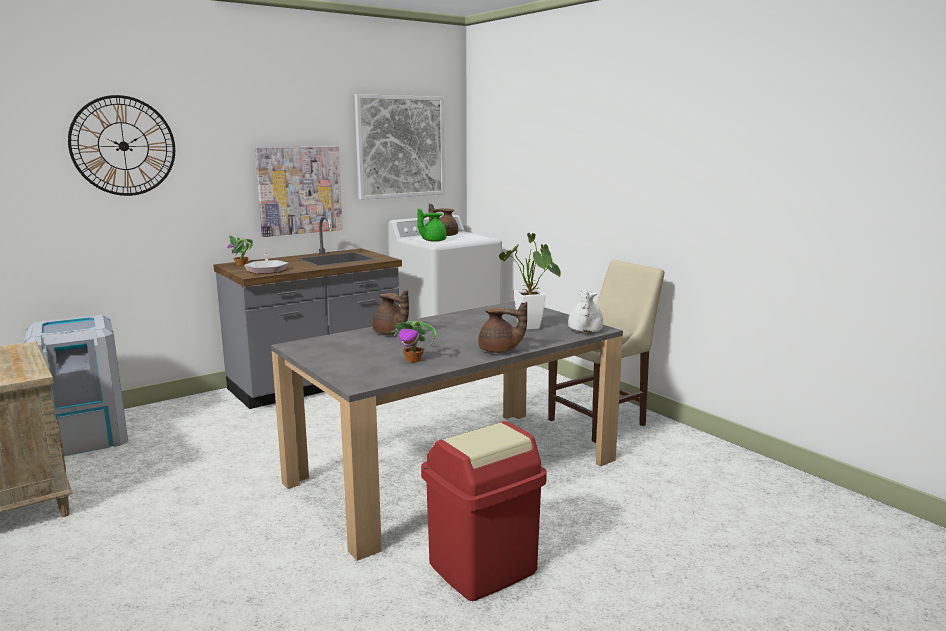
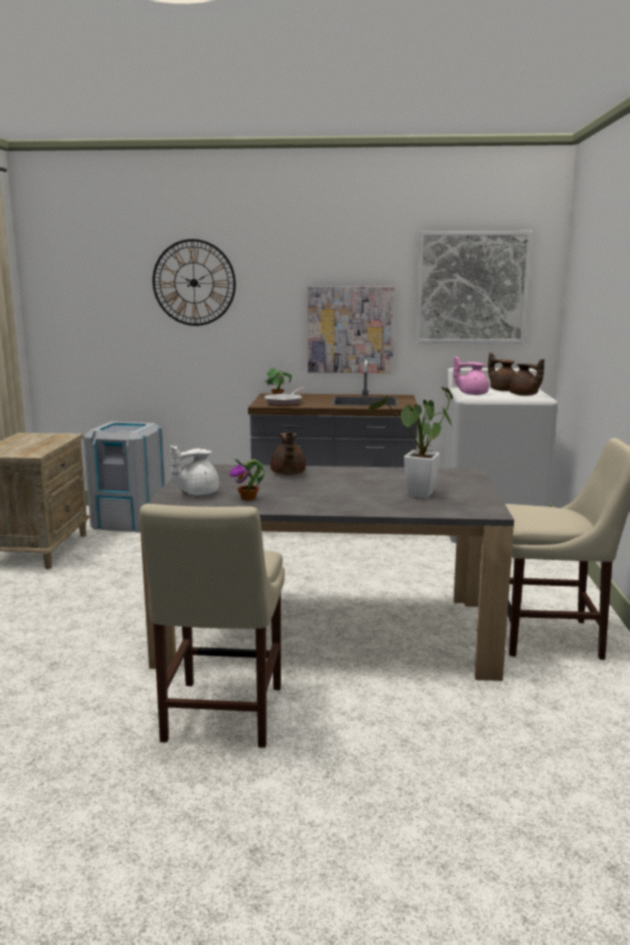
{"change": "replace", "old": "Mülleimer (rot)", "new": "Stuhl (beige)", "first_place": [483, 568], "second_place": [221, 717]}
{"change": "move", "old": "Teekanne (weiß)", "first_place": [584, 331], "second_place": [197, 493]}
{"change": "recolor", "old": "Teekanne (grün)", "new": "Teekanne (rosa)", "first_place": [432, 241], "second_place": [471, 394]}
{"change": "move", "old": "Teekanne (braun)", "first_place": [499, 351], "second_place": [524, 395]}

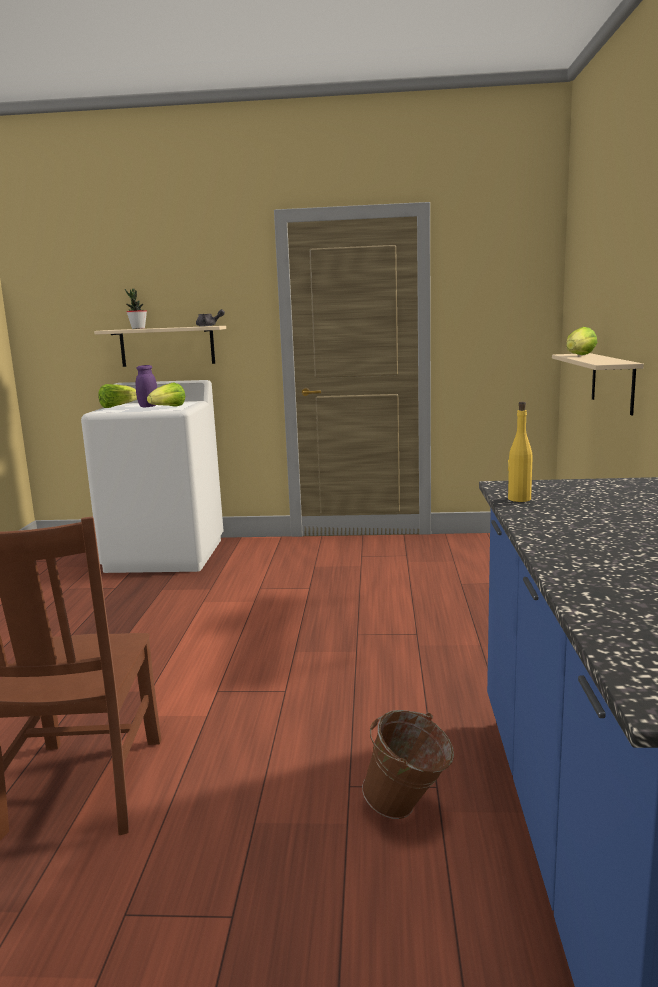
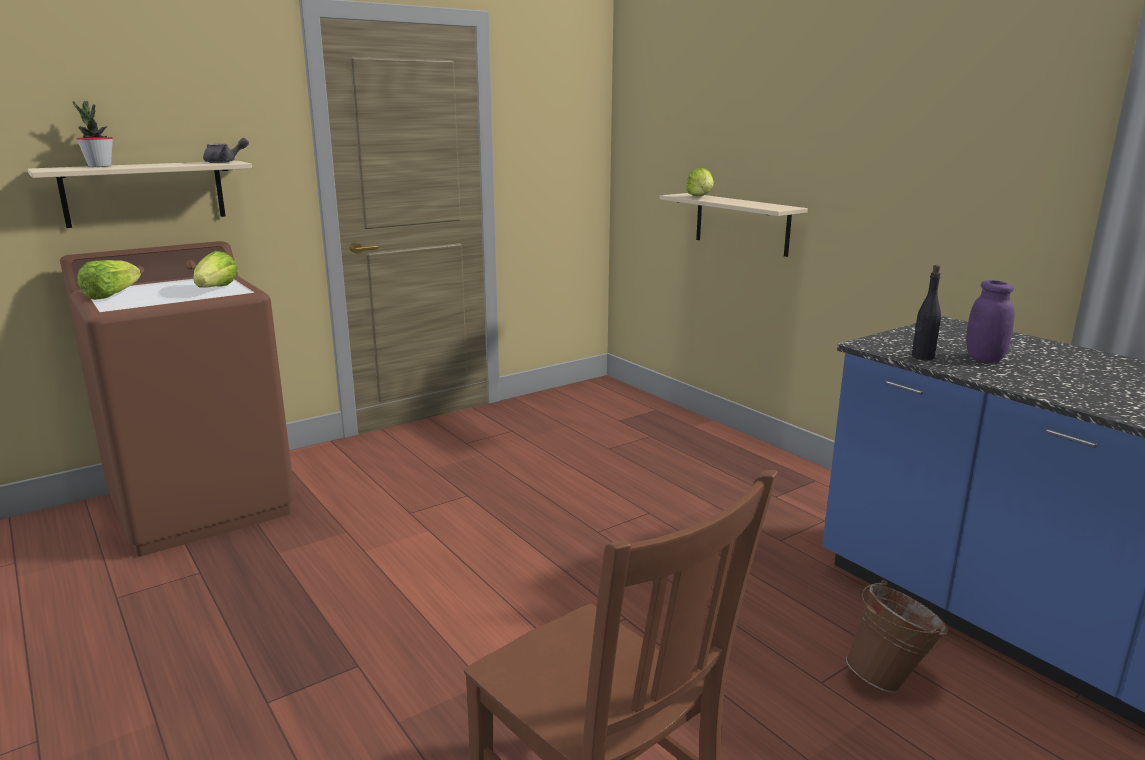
{"change": "recolor", "old": "Waschmaschine (weiß)", "new": "Waschmaschine (braun)", "first_place": [166, 555], "second_place": [203, 504]}
{"change": "recolor", "old": "Flasche (gelb)", "new": "Flasche (schwarz)", "first_place": [519, 499], "second_place": [922, 357]}
{"change": "move", "old": "Vorratsglas (lila)", "first_place": [148, 406], "second_place": [984, 358]}

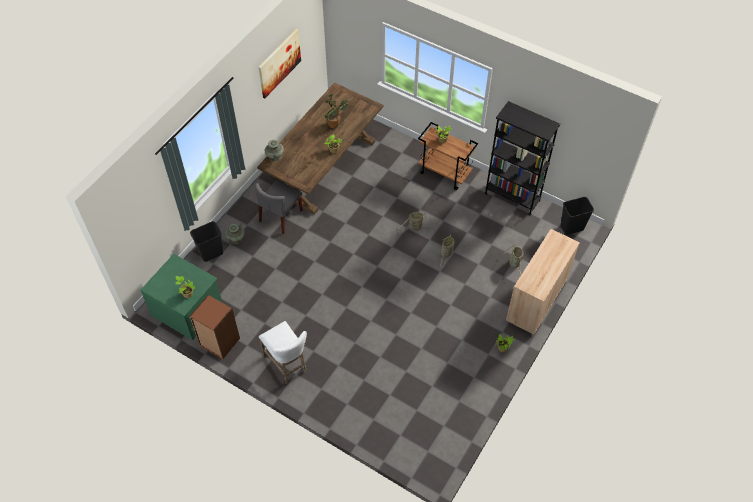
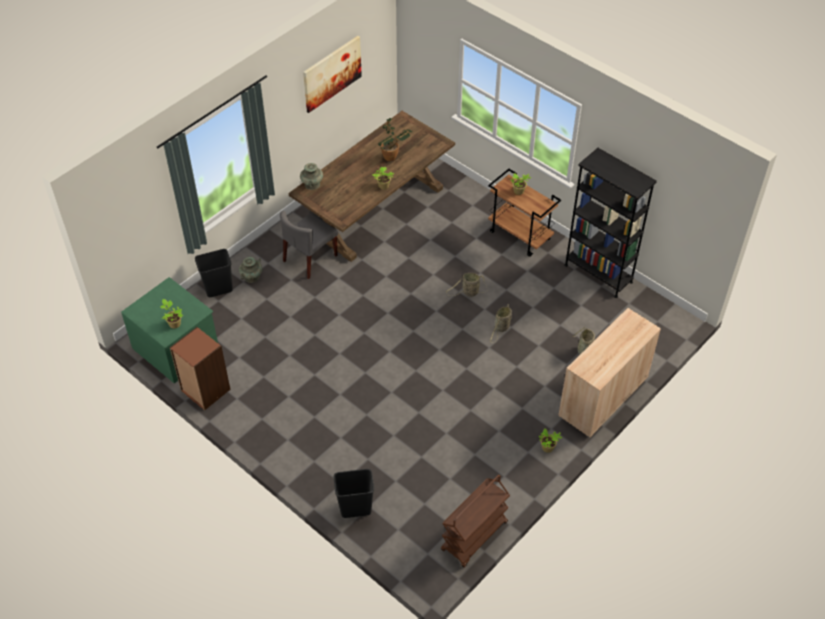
{"change": "move", "old": "Mülleimer (schwarz)", "first_place": [571, 228], "second_place": [355, 509]}
{"change": "insert", "new": "Rollwagen (braun)", "second_place": [474, 537]}
{"change": "delete", "old": "Hocker (weiß)", "first_place": [287, 365]}

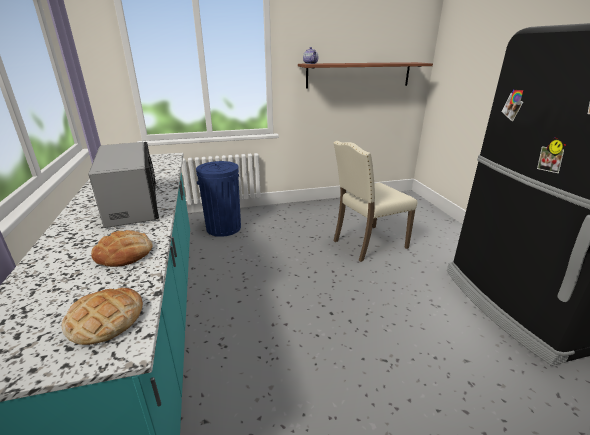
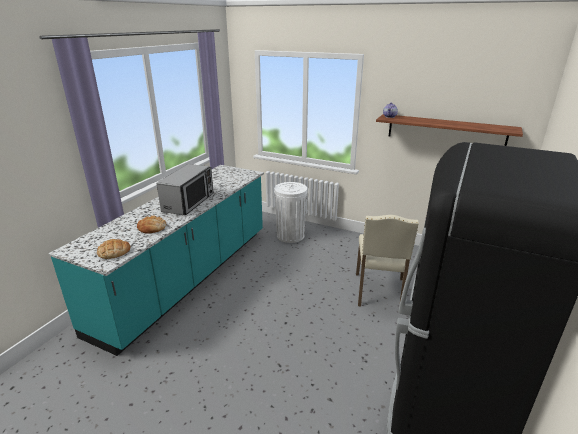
{"change": "recolor", "old": "Mülleimer (blau)", "new": "Mülleimer (weiß)", "first_place": [223, 228], "second_place": [290, 235]}
{"change": "rotate", "old": "Stuhl (beige)", "first_place": [367, 244], "second_place": [379, 292], "degrees": -90}

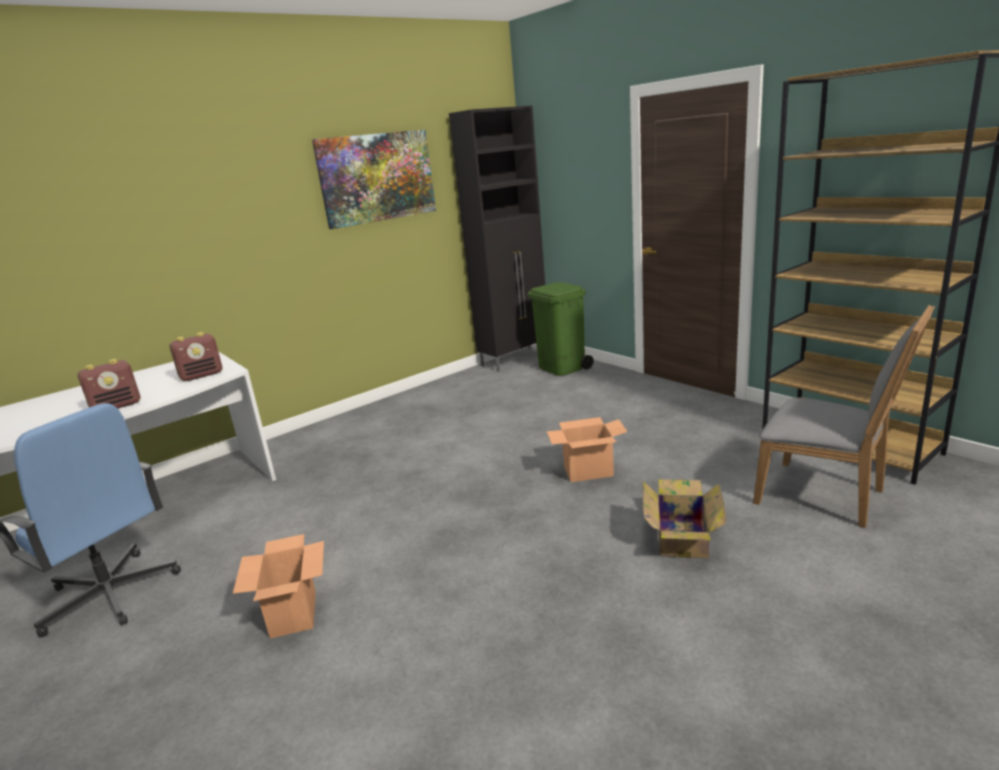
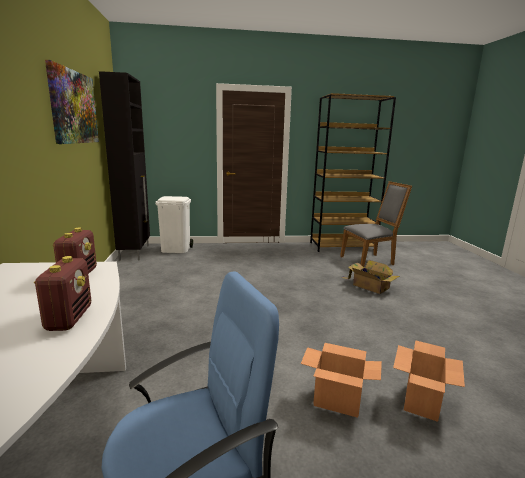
{"change": "recolor", "old": "Mülleimer (grün)", "new": "Mülleimer (weiß)", "first_place": [562, 368], "second_place": [176, 250]}
{"change": "move", "old": "Karton", "first_place": [588, 472], "second_place": [421, 402]}

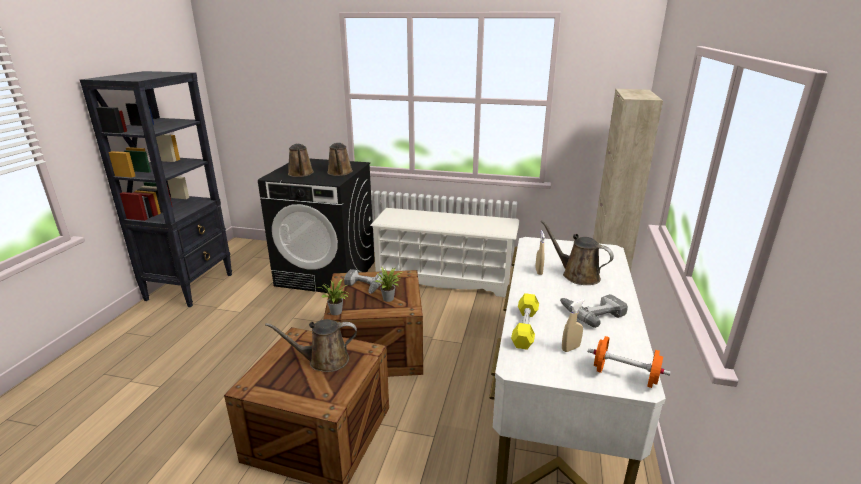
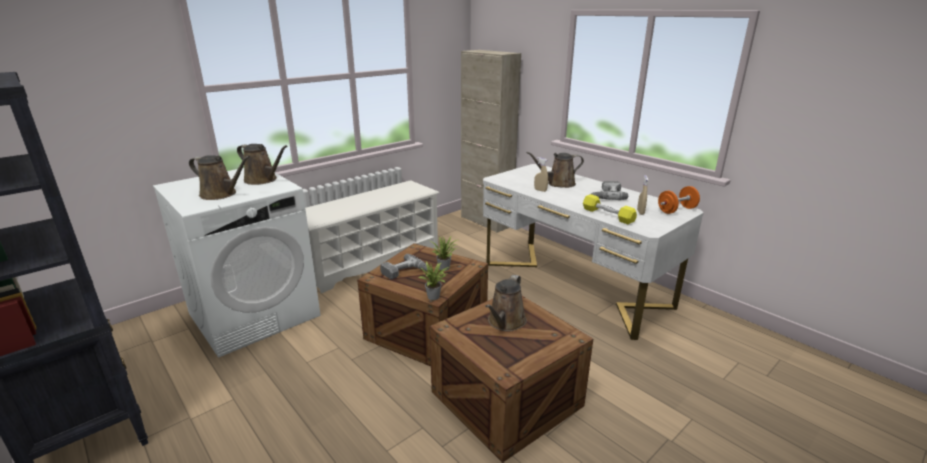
{"change": "recolor", "old": "Waschmaschine (schwarz)", "new": "Waschmaschine (weiß)", "first_place": [327, 273], "second_place": [255, 314]}

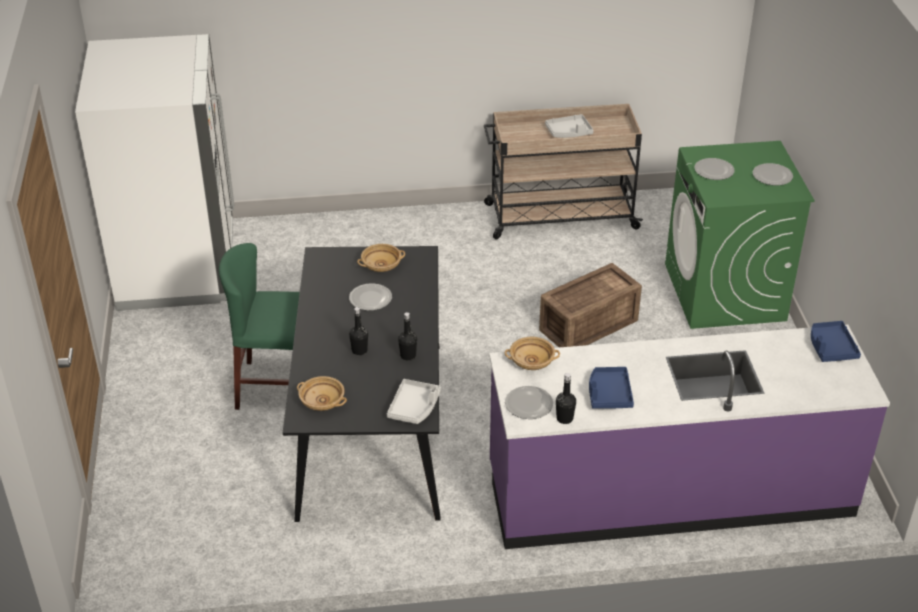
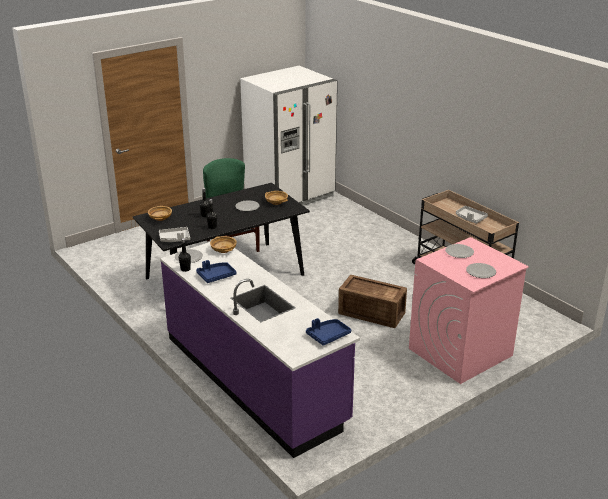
{"change": "recolor", "old": "Waschmaschine (grün)", "new": "Waschmaschine (rosa)", "first_place": [725, 293], "second_place": [460, 352]}

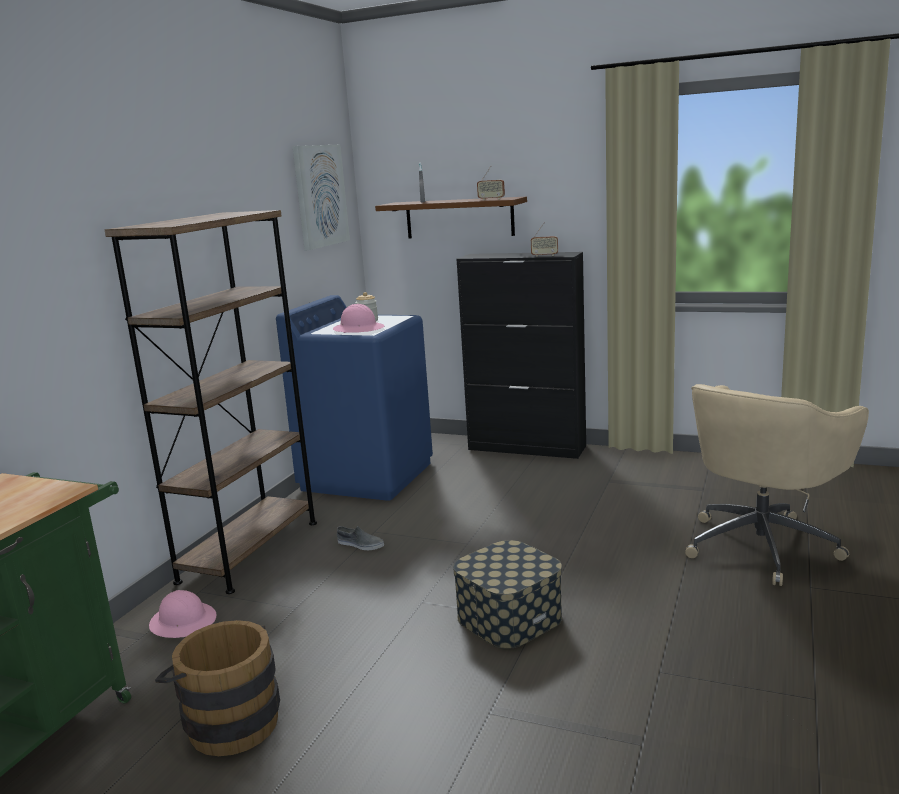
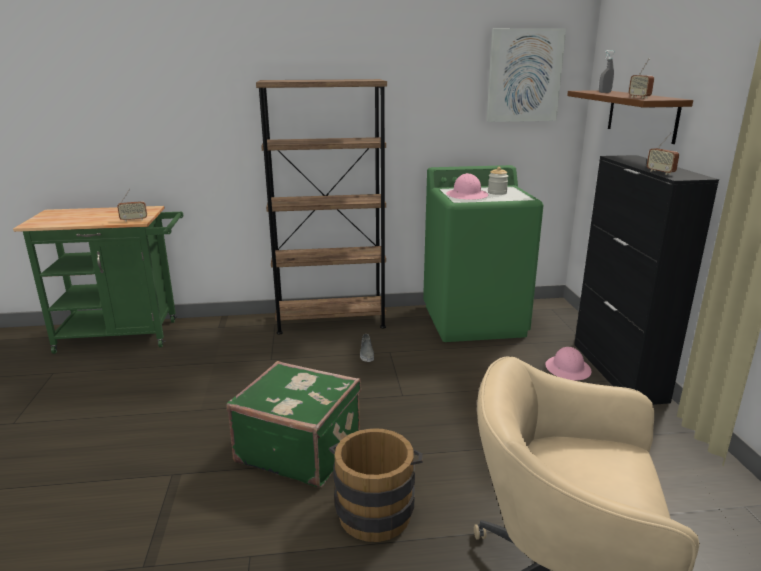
{"change": "insert", "new": "Radio", "second_place": [134, 220]}
{"change": "replace", "old": "Aufbewahrungsbox", "new": "Koffer (grün)", "first_place": [509, 617], "second_place": [299, 448]}
{"change": "move", "old": "Eimer (braun)", "first_place": [228, 721], "second_place": [376, 508]}
{"change": "recolor", "old": "Waschmaschine (blau)", "new": "Waschmaschine (grün)", "first_place": [367, 476], "second_place": [474, 320]}
{"change": "move", "old": "Schutzhelm (rosa)", "first_place": [183, 622], "second_place": [568, 369]}

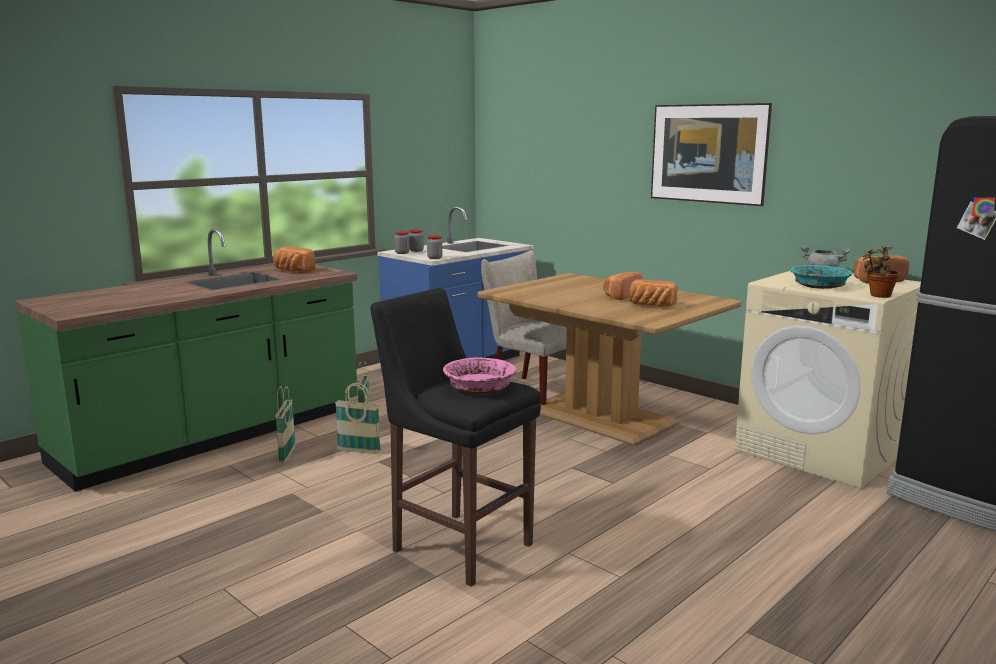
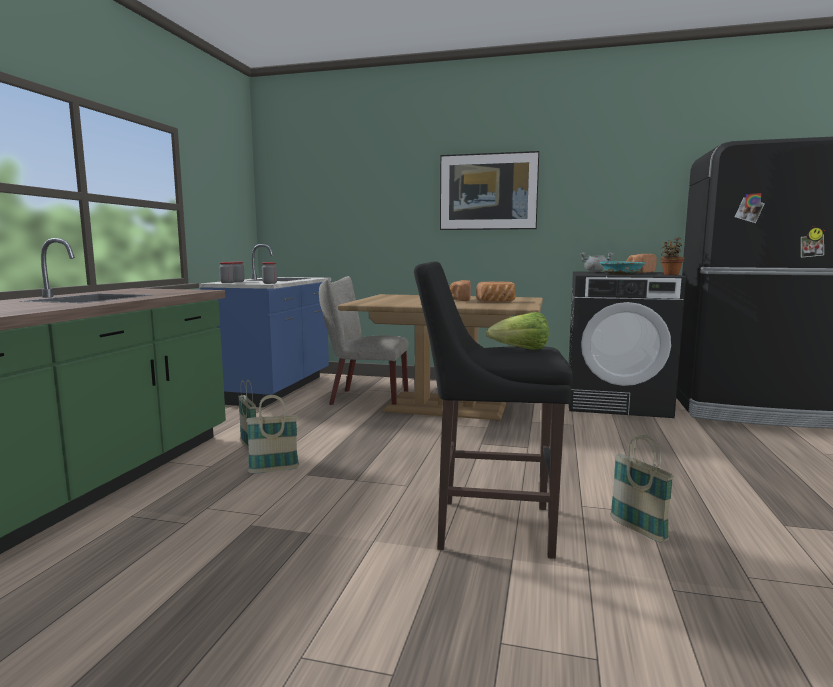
{"change": "replace", "old": "Schüssel (rosa)", "new": "Salatkopf", "first_place": [480, 387], "second_place": [520, 350]}
{"change": "recolor", "old": "Waschmaschine (beige)", "new": "Waschmaschine (schwarz)", "first_place": [820, 451], "second_place": [616, 402]}
{"change": "move", "old": "Korb", "first_place": [287, 455], "second_place": [638, 530]}
{"change": "delete", "old": "Brot", "first_place": [292, 271]}

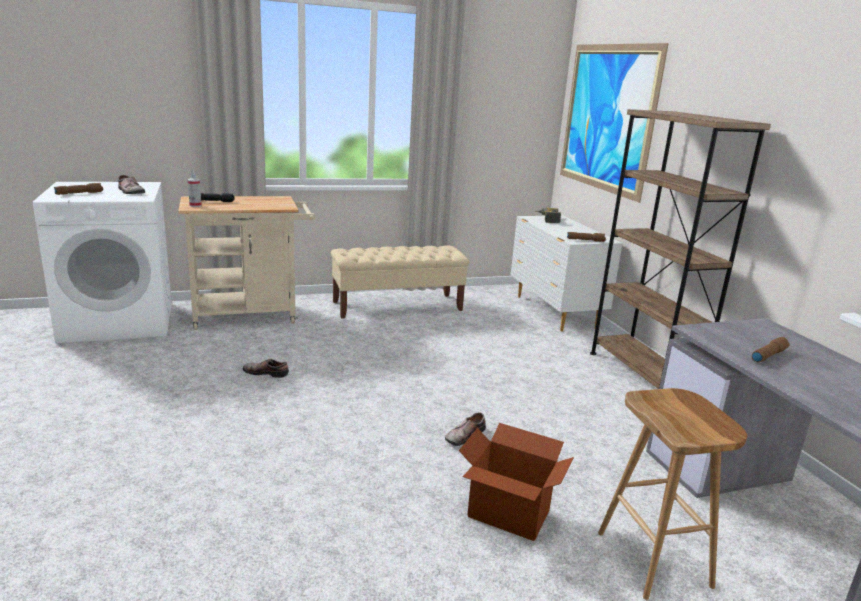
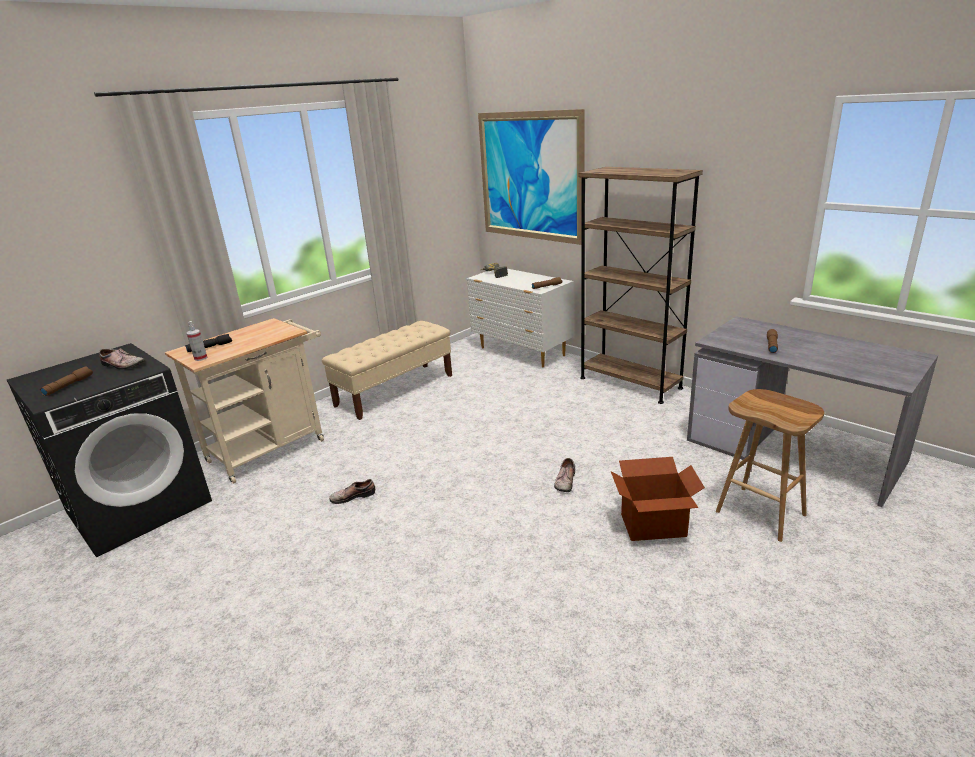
{"change": "recolor", "old": "Waschmaschine (weiß)", "new": "Waschmaschine (schwarz)", "first_place": [119, 321], "second_place": [140, 506]}

